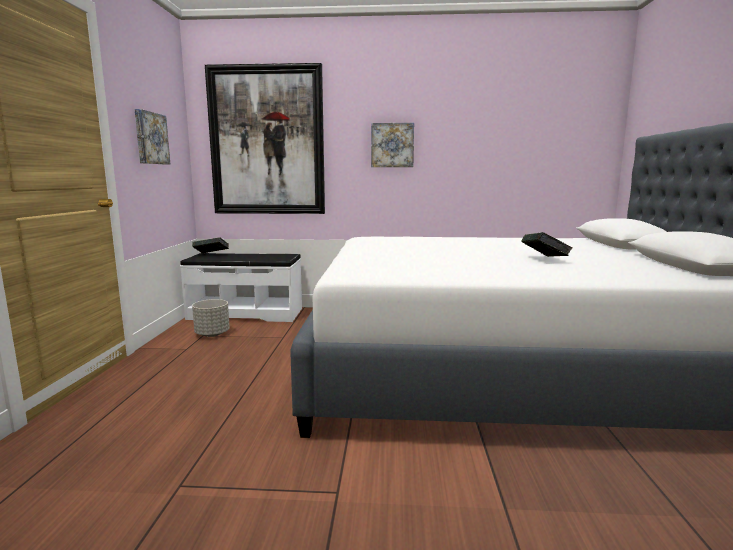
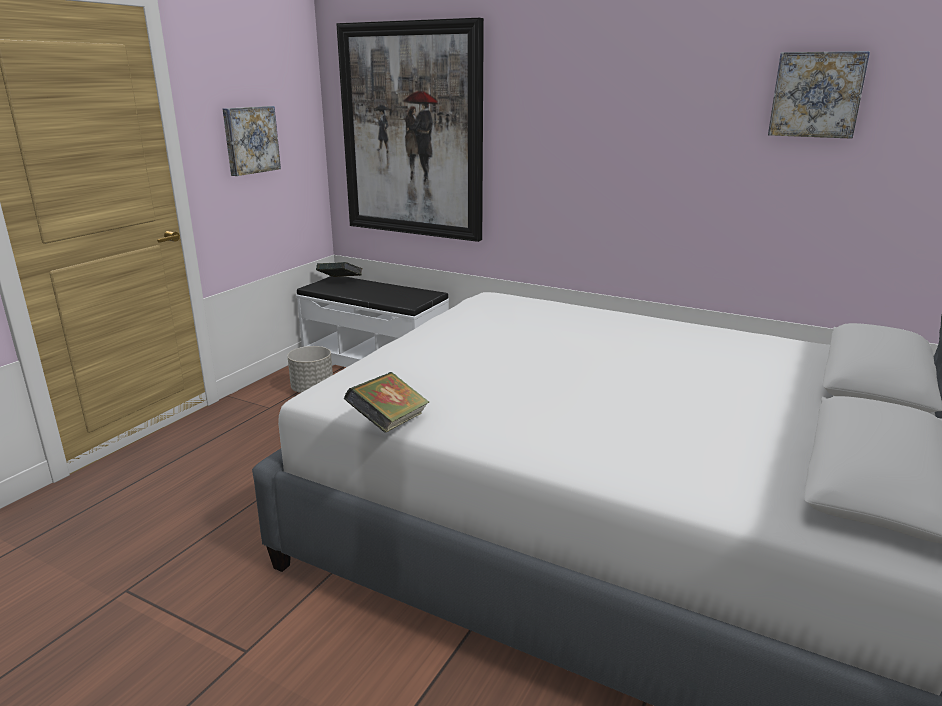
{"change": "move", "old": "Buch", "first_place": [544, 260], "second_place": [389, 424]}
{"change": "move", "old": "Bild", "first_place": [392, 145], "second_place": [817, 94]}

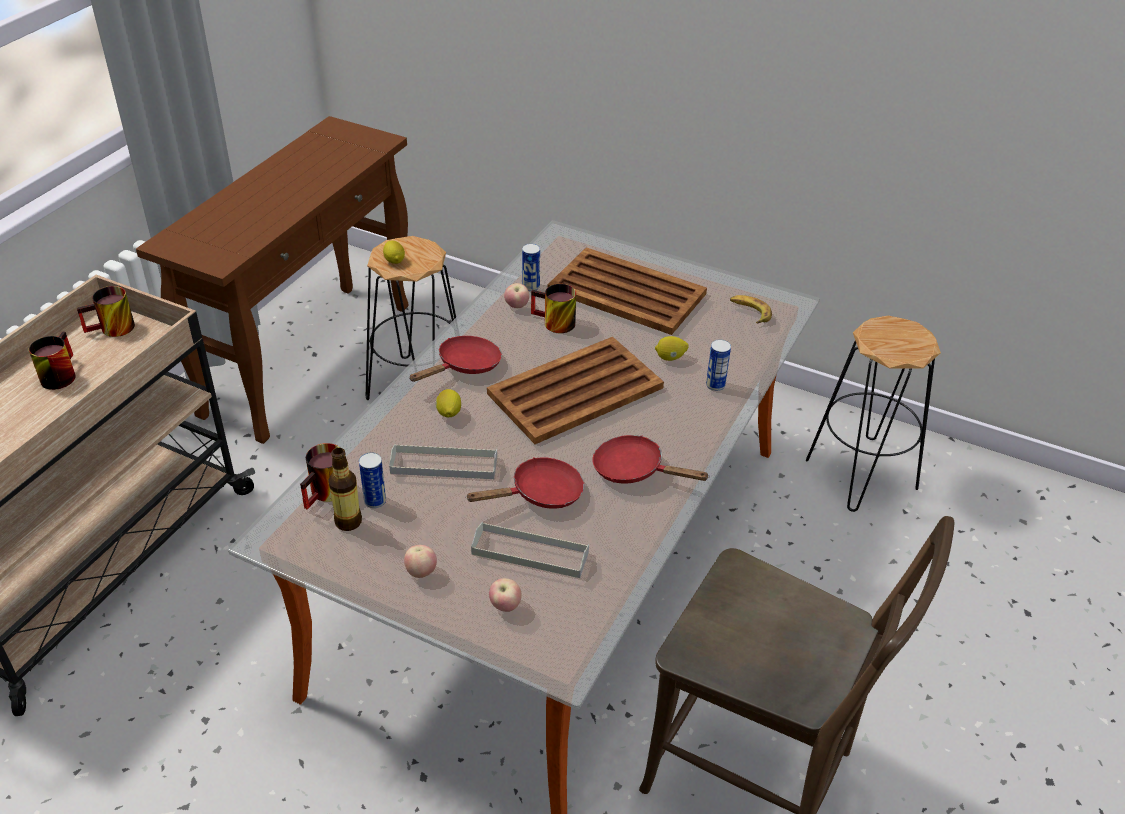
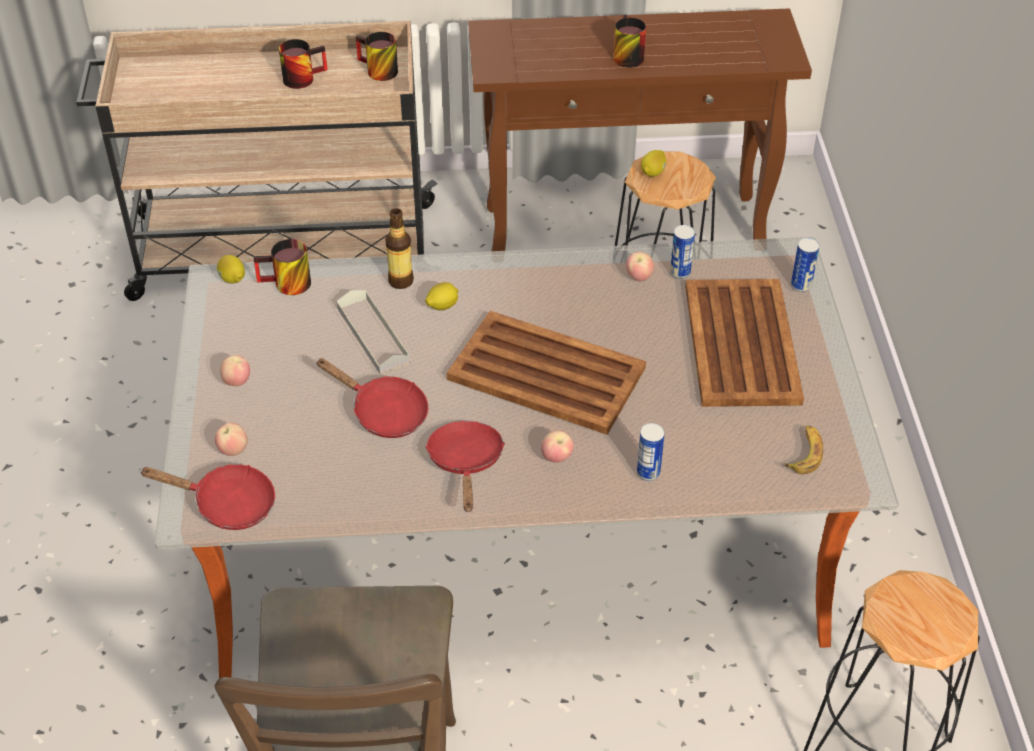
{"change": "move", "old": "Pfanne (rot)", "first_place": [464, 366], "second_place": [227, 504]}
{"change": "move", "old": "Zitrone", "first_place": [670, 358], "second_place": [232, 279]}
{"change": "move", "old": "Flasche", "first_place": [348, 522], "second_place": [401, 281]}
{"change": "insert", "new": "Apfel", "second_place": [556, 457]}
{"change": "move", "old": "Henkelbecher", "first_place": [553, 324], "second_place": [624, 55]}
{"change": "move", "old": "Dose", "first_place": [375, 501], "second_place": [801, 285]}
{"change": "delete", "old": "Tablett (grau)", "first_place": [530, 553]}

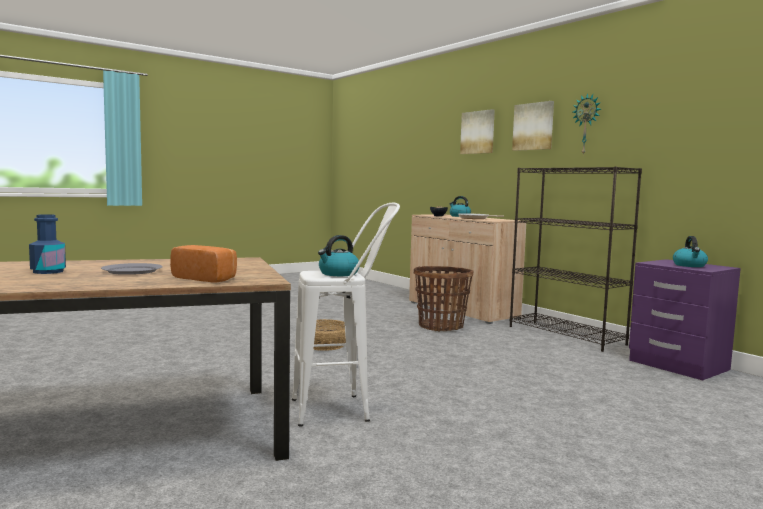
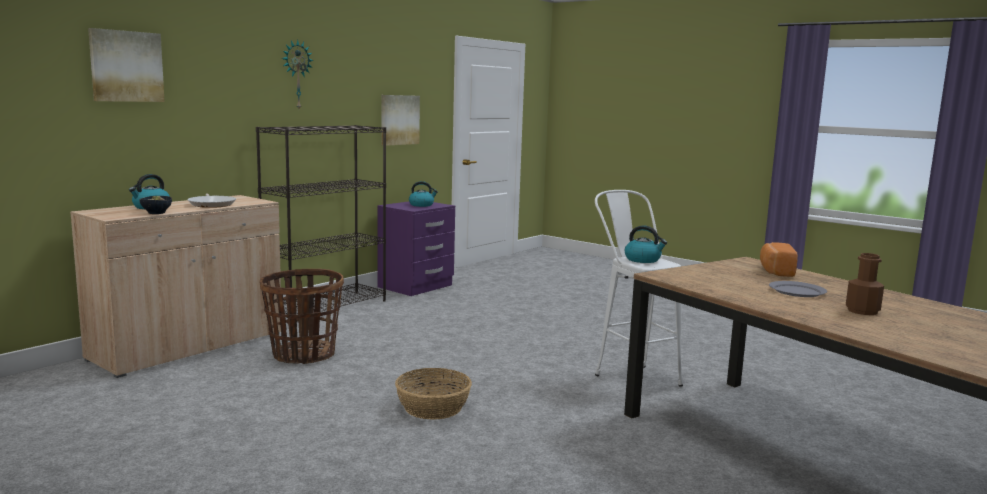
{"change": "move", "old": "Bild", "first_place": [533, 126], "second_place": [399, 120]}
{"change": "recolor", "old": "Flasche (blau)", "new": "Flasche (braun)", "first_place": [48, 271], "second_place": [862, 311]}

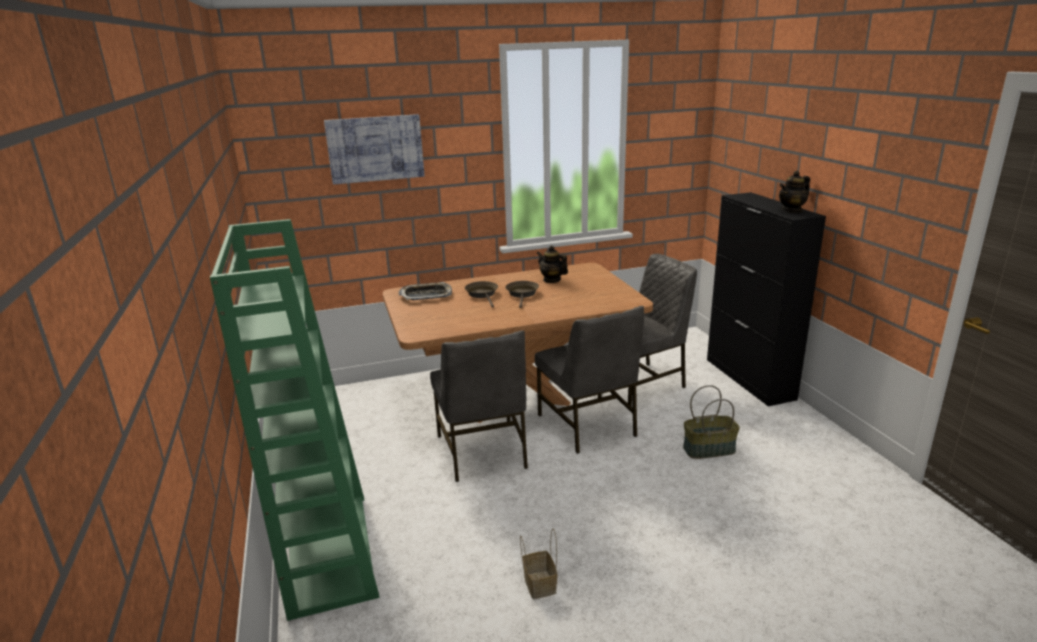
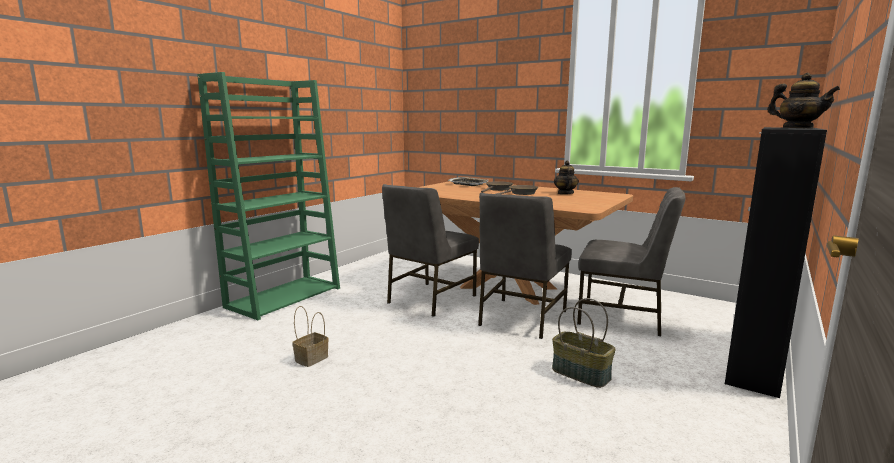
{"change": "rotate", "old": "Teekanne", "first_place": [792, 210], "second_place": [797, 128], "degrees": -150}
{"change": "delete", "old": "Bild", "first_place": [375, 149]}

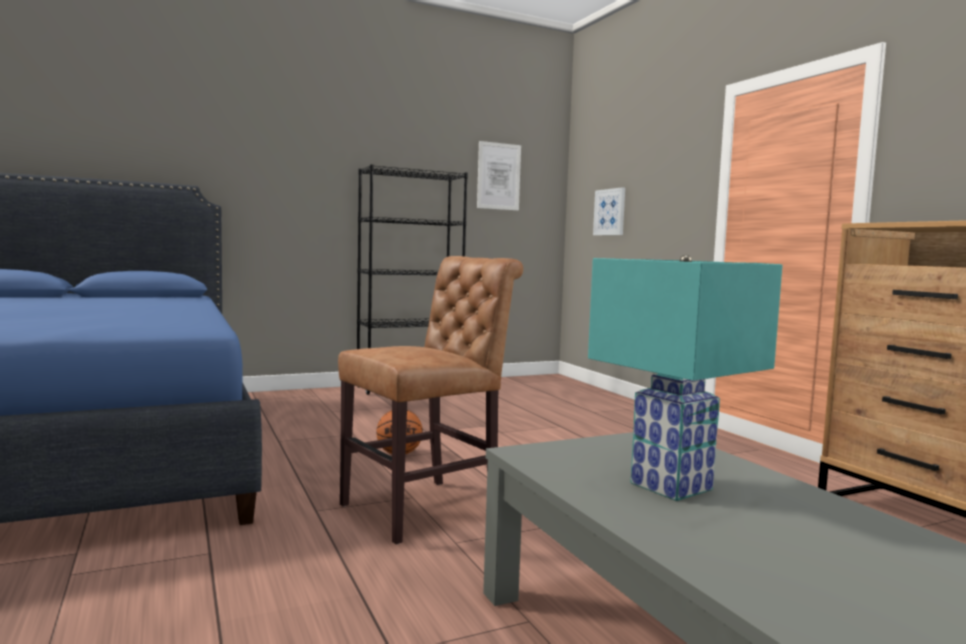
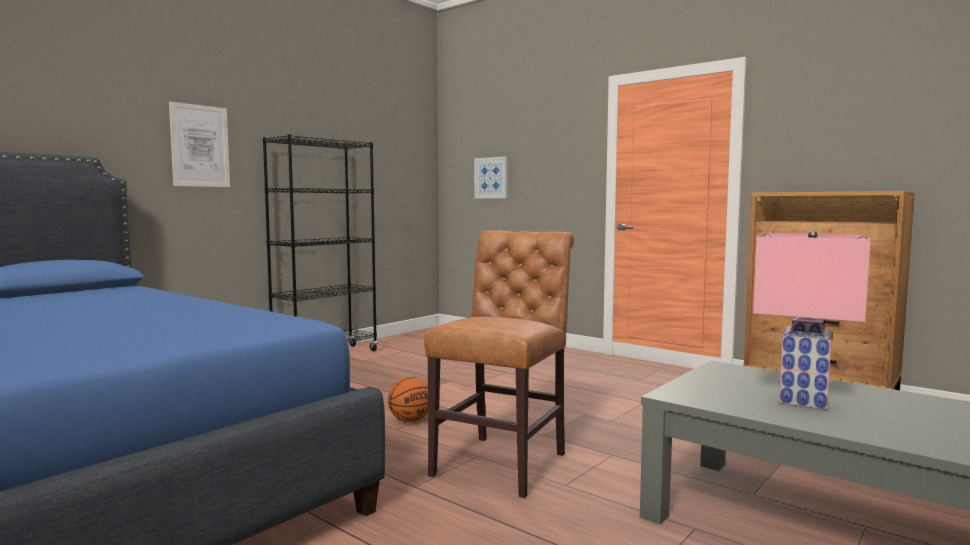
{"change": "move", "old": "Bild", "first_place": [498, 176], "second_place": [200, 146]}
{"change": "recolor", "old": "Tischlampe (türkis)", "new": "Tischlampe (rosa)", "first_place": [671, 487], "second_place": [804, 401]}

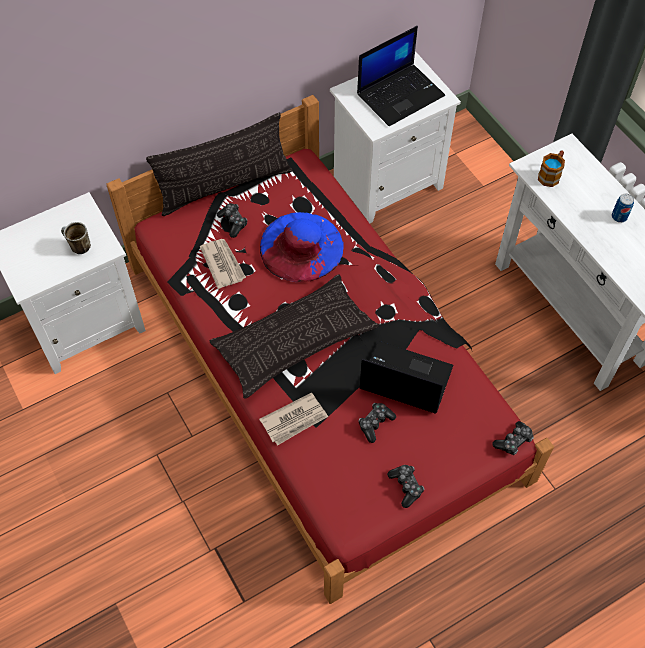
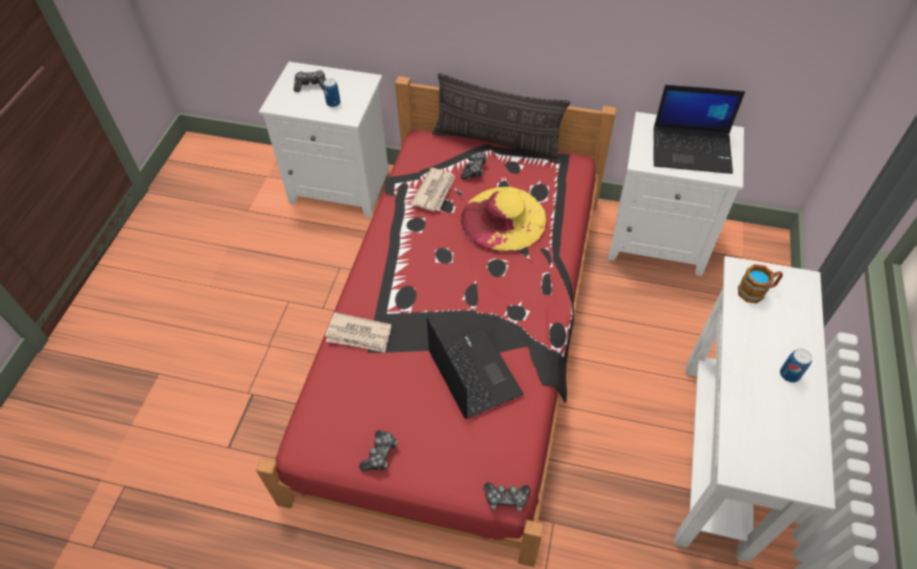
{"change": "move", "old": "Gamepad", "first_place": [375, 423], "second_place": [311, 85]}
{"change": "replace", "old": "Henkelbecher", "new": "Dose", "first_place": [77, 247], "second_place": [333, 103]}
{"change": "recolor", "old": "Hut (blau)", "new": "Hut (gelb)", "first_place": [301, 246], "second_place": [503, 218]}
{"change": "delete", "old": "Kissen", "first_place": [294, 340]}

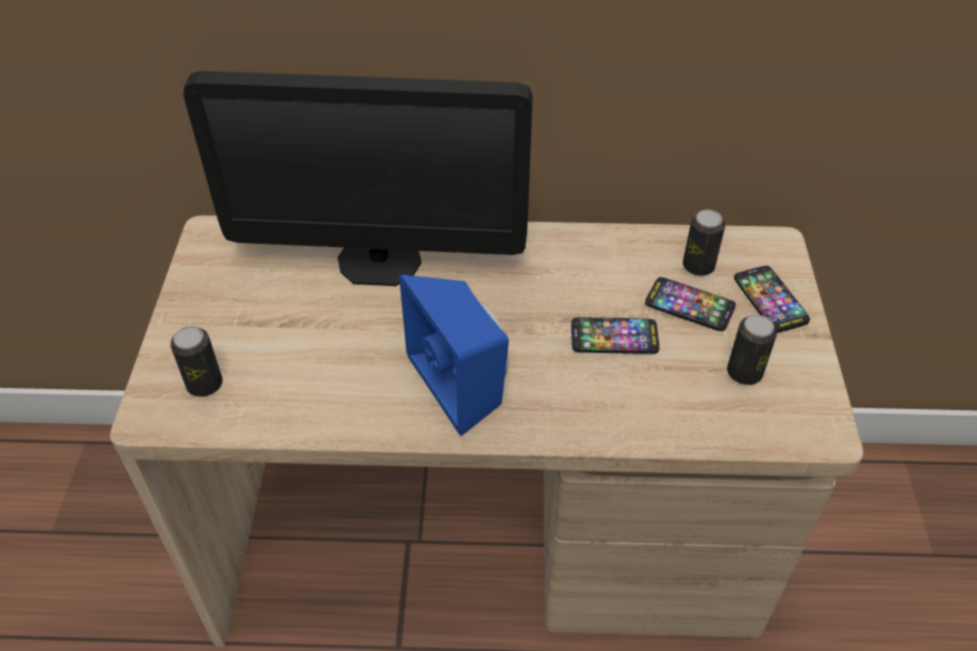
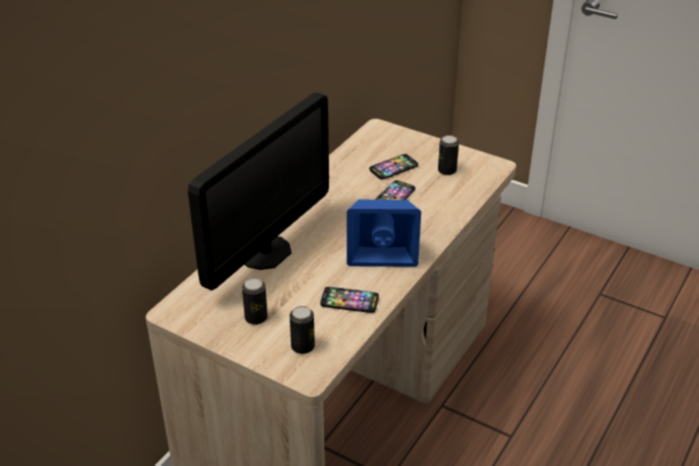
{"change": "move", "old": "Dose", "first_place": [698, 266], "second_place": [256, 318]}
{"change": "move", "old": "Handy", "first_place": [770, 300], "second_place": [349, 301]}

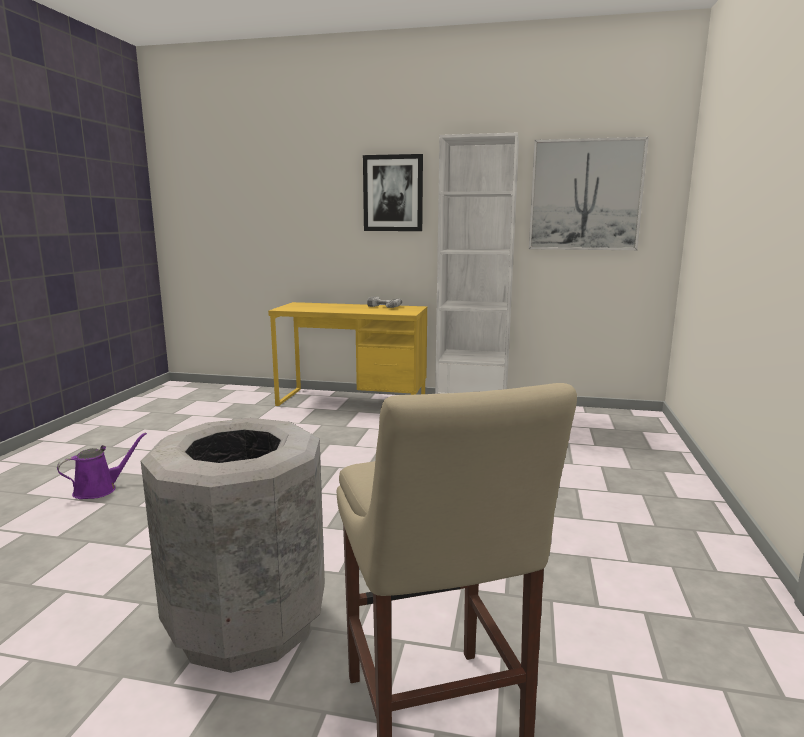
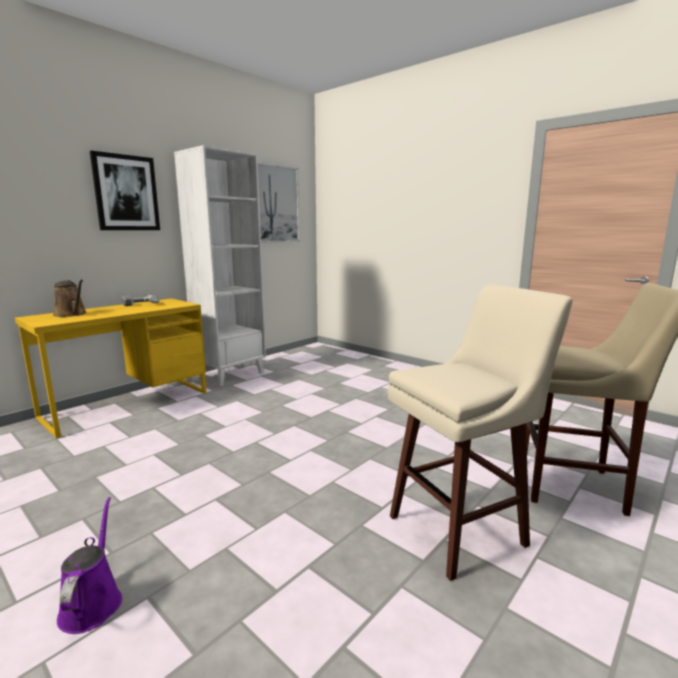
{"change": "insert", "new": "Gießkanne (braun)", "second_place": [71, 314]}
{"change": "replace", "old": "Mülleimer (grau)", "new": "Hocker (beige)", "first_place": [247, 623], "second_place": [460, 530]}

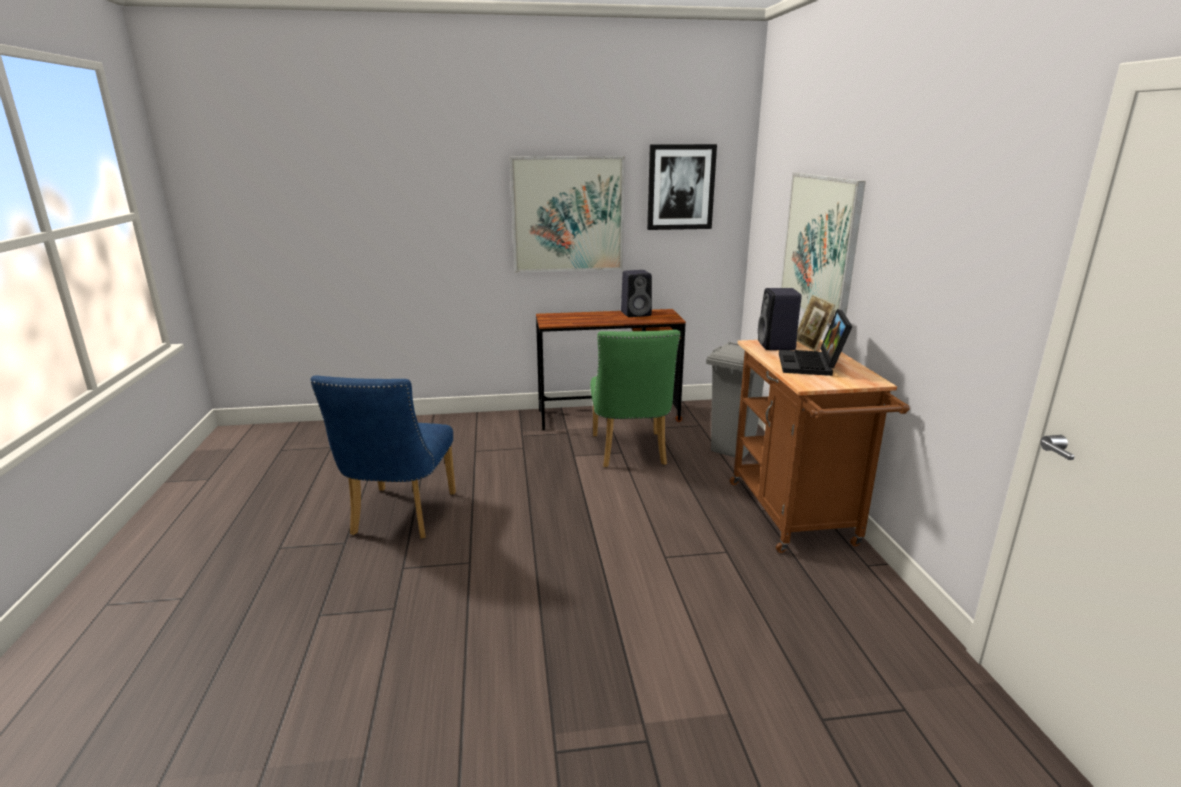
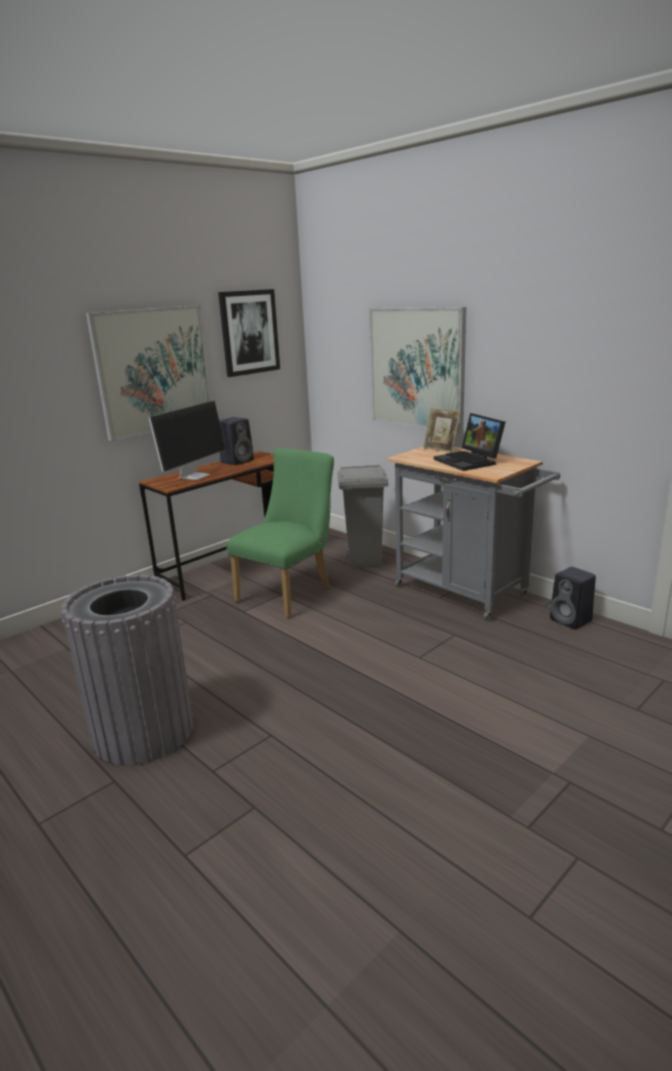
{"change": "replace", "old": "Stuhl (blau)", "new": "Mülleimer (grau)", "first_place": [399, 518], "second_place": [143, 731]}
{"change": "insert", "new": "Monitor", "second_place": [194, 476]}
{"change": "rotate", "old": "Stuhl (grün)", "first_place": [630, 453], "second_place": [289, 592], "degrees": -105}
{"change": "recolor", "old": "Rollwagen (braun)", "new": "Rollwagen (grau)", "first_place": [795, 518], "second_place": [467, 593]}
{"change": "move", "old": "Lautsprecher (schwarz)", "first_place": [777, 346], "second_place": [572, 620]}

